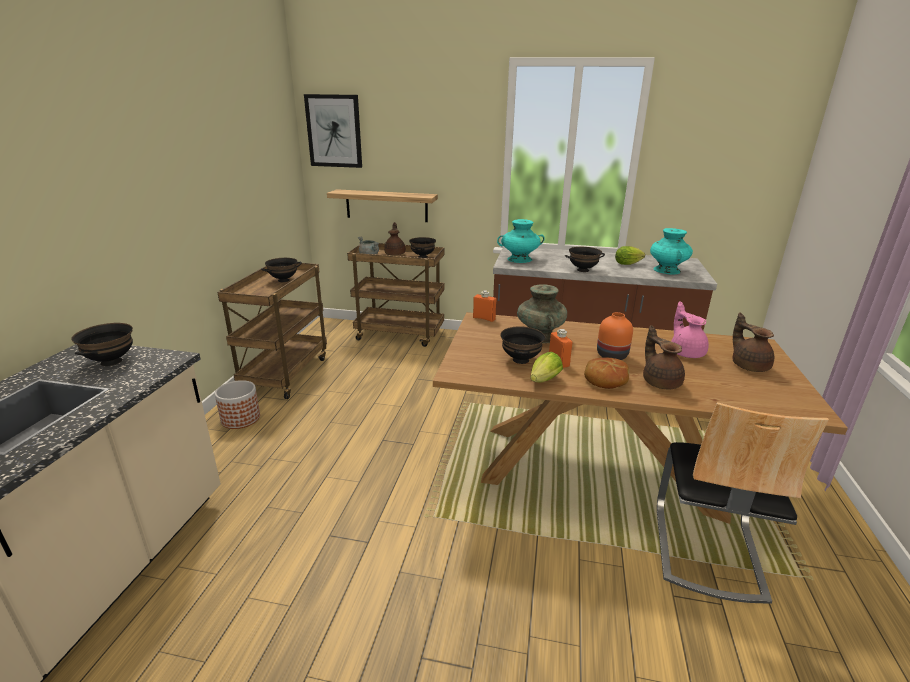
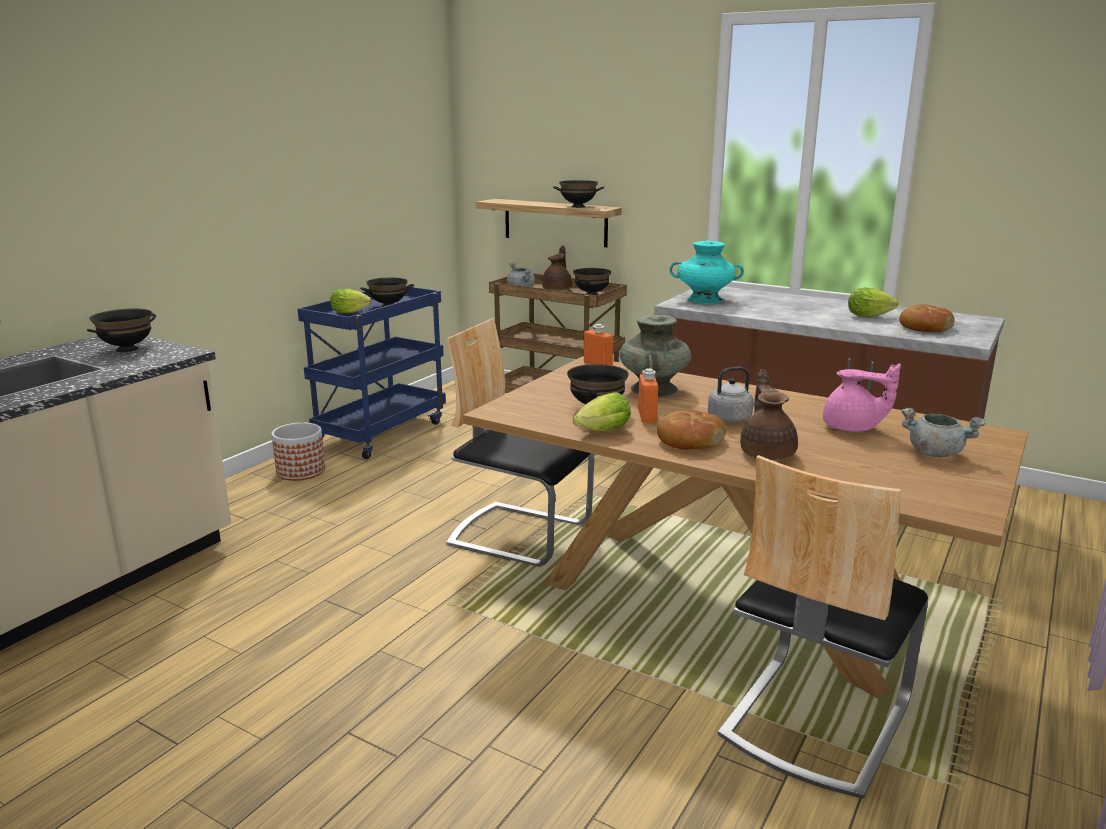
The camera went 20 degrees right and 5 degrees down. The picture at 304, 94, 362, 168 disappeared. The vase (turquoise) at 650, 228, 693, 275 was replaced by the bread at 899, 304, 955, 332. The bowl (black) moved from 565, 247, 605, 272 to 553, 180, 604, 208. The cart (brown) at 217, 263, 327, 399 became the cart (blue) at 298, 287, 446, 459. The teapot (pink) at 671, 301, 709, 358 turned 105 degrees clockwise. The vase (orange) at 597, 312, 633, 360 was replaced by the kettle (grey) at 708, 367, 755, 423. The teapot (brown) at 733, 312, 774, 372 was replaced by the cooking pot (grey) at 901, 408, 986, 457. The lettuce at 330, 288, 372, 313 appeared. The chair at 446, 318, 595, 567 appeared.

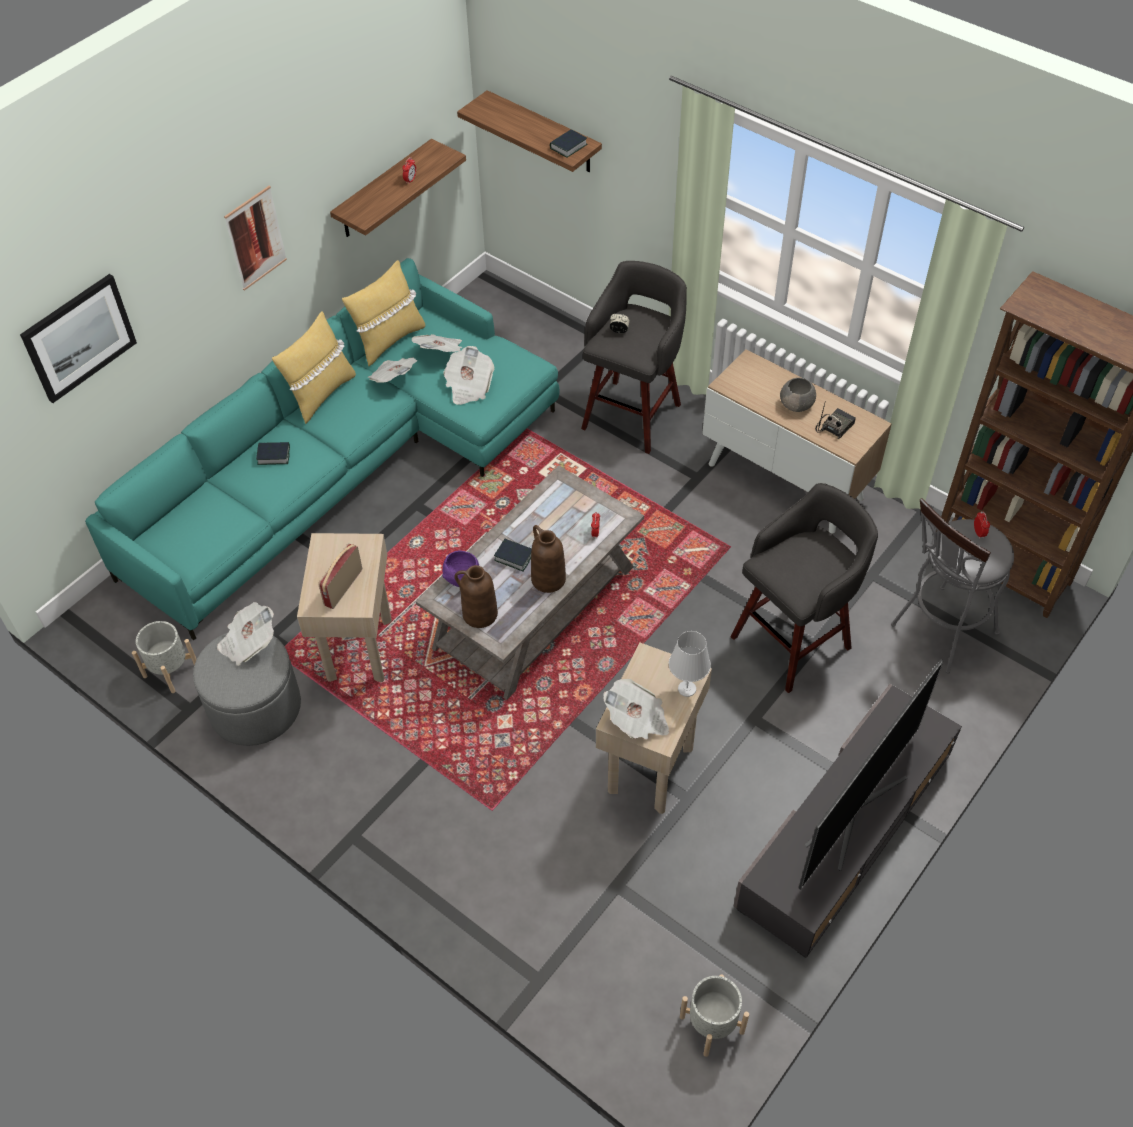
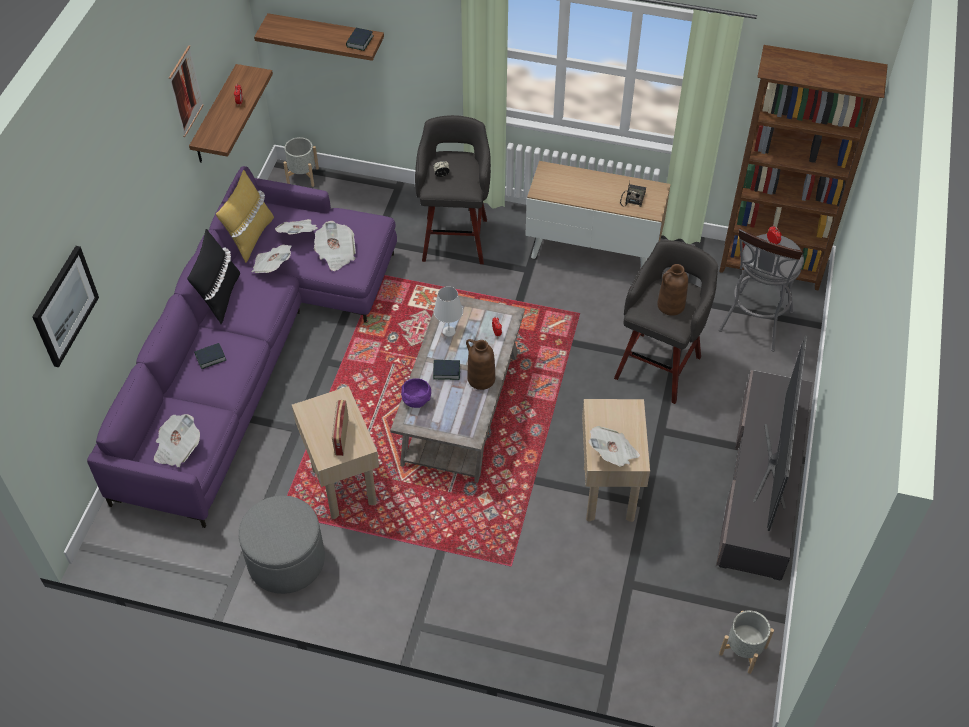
The camera went 25 degrees left and 0 degrees up. The picture moved from 224, 186, 287, 291 to 169, 45, 204, 137. The sofa (turquoise) at 85, 258, 560, 640 became the sofa (purple) at 87, 166, 397, 528. The pillow (yellow) at 272, 311, 356, 424 became the pillow (black) at 187, 229, 240, 324. The bowl (grey) at 780, 378, 816, 412 disappeared. The vase (brown) moved from 454, 565, 498, 628 to 657, 264, 688, 316. The newspaper moved from 217, 602, 274, 666 to 154, 414, 200, 467. The planter (grey) moved from 132, 621, 197, 693 to 283, 137, 319, 187. The table lamp (white) moved from 669, 631, 711, 697 to 434, 286, 463, 337.

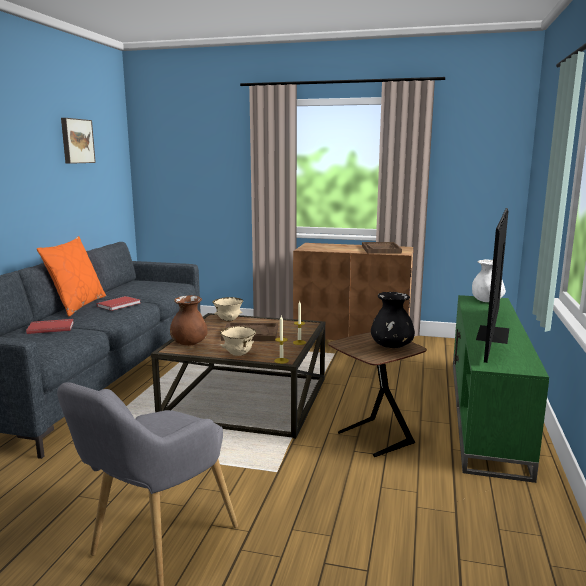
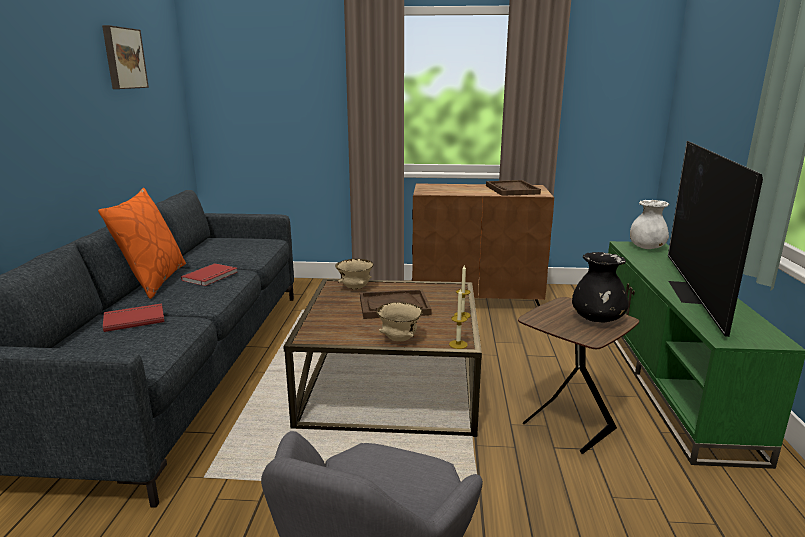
The camera went 10 degrees left and 5 degrees up. The vase (brown) at 170, 295, 208, 346 disappeared.

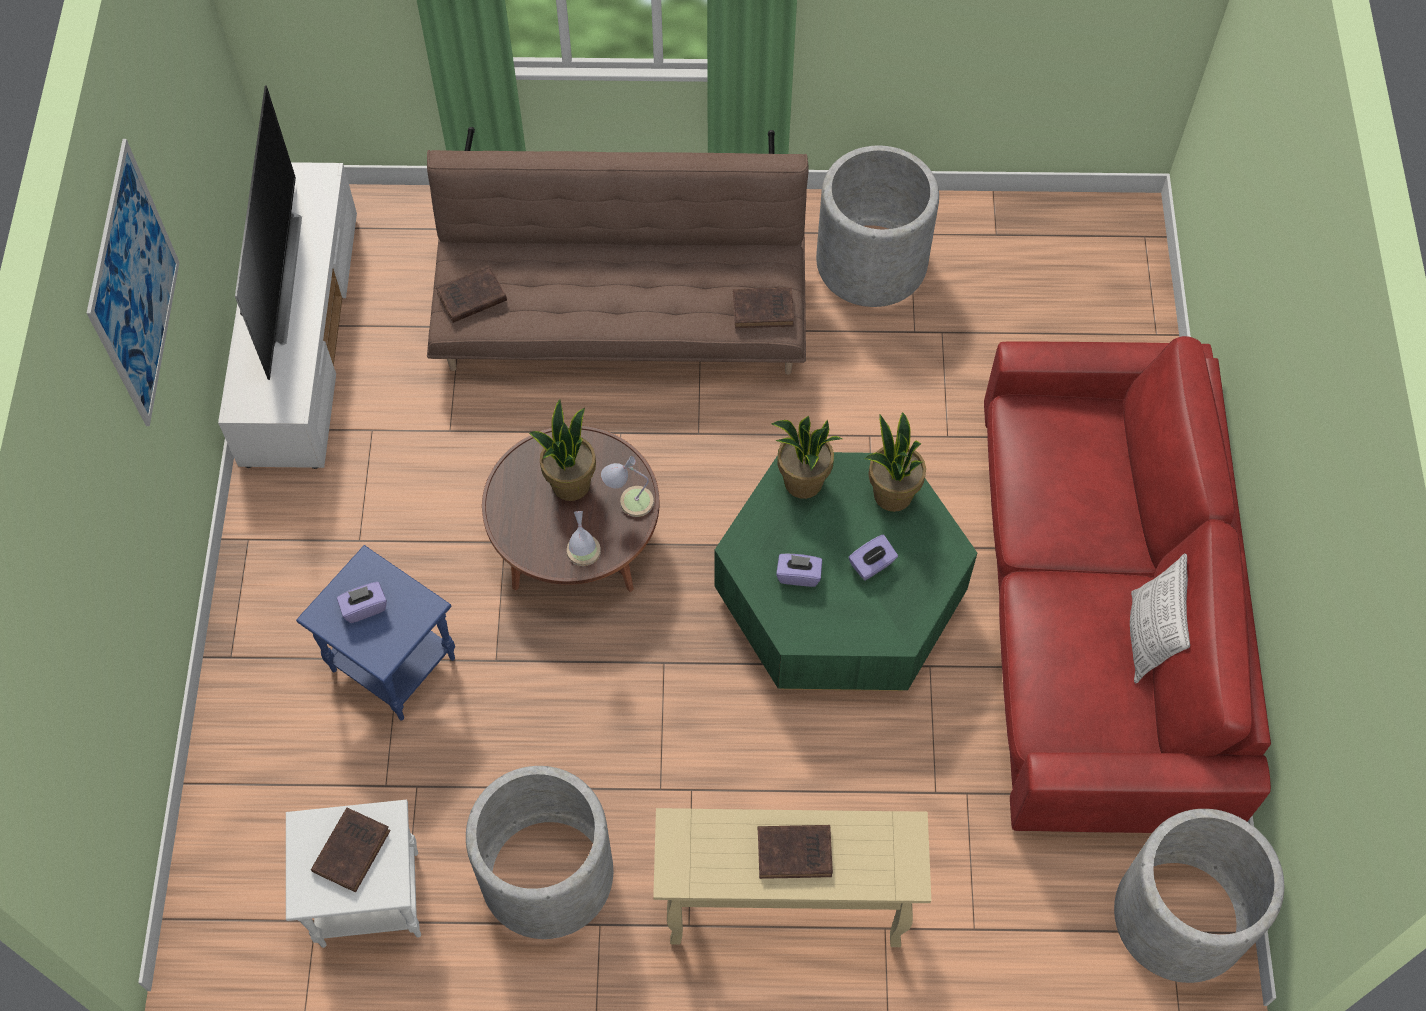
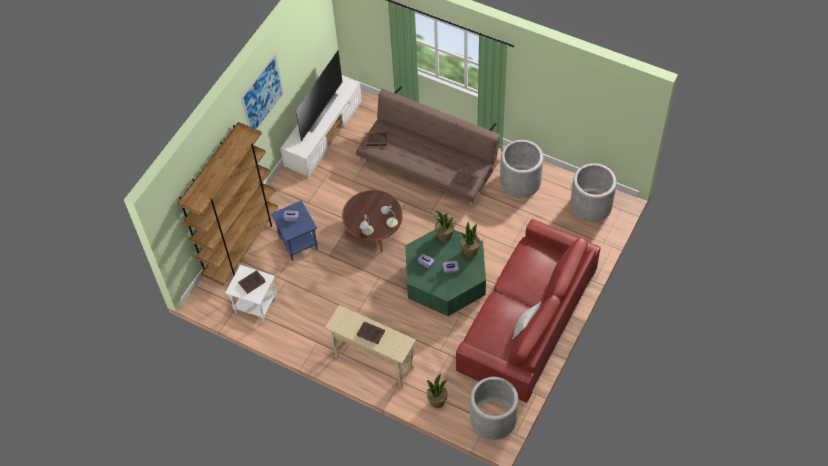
The camera went 30 degrees right and 5 degrees down. The potted plant moved from 529, 399, 596, 501 to 426, 373, 448, 408. The planter (grey) moved from 466, 766, 613, 939 to 570, 163, 617, 222. The bookcase (brown) at 177, 122, 278, 285 appeared.

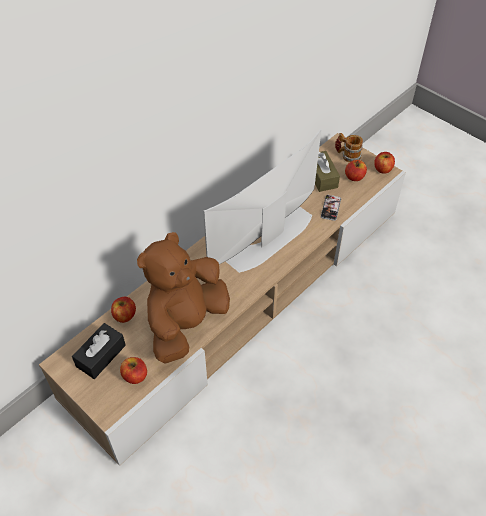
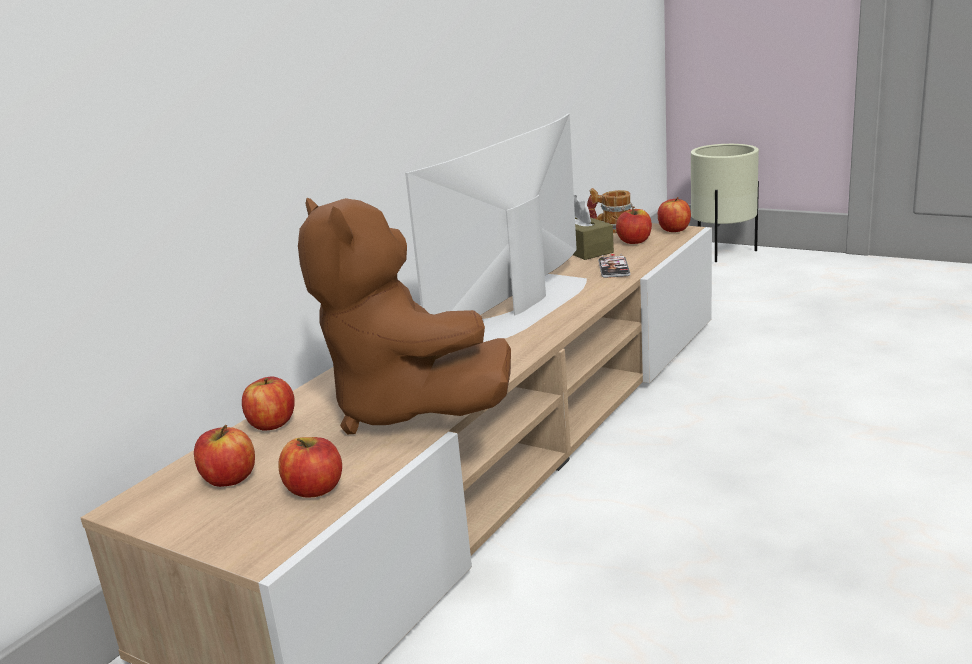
The camera went 10 degrees left and 30 degrees down. The plush toy (brown) at 137, 232, 230, 364 turned 60 degrees counterclockwise. The tissue box (black) at 72, 323, 126, 379 was replaced by the apple at 194, 425, 255, 487. The planter (beige) at 691, 144, 759, 262 appeared.

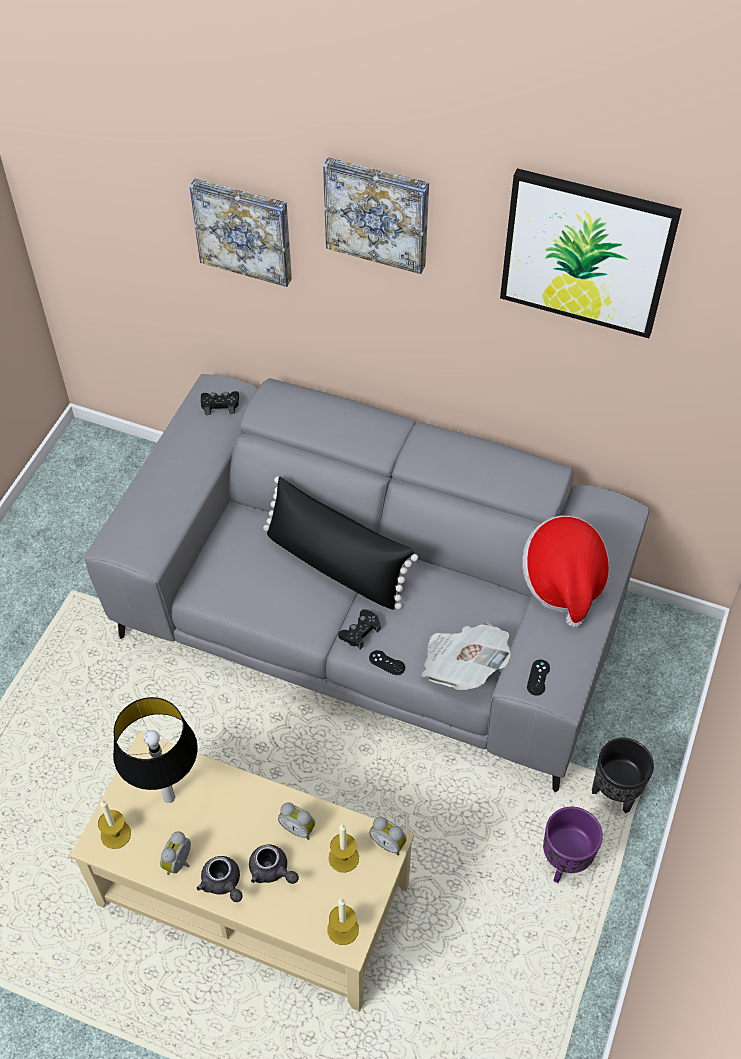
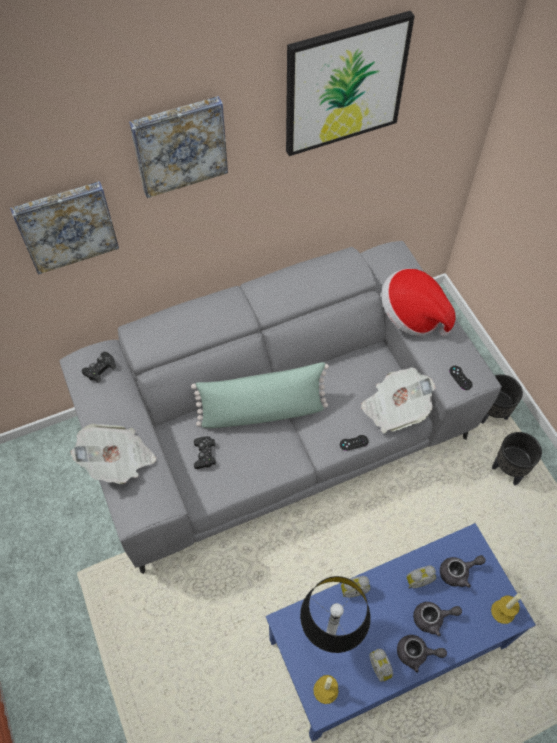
The camera went 45 degrees left and 5 degrees up. The pillow (black) at 263, 477, 418, 610 became the pillow (green) at 191, 362, 329, 428. The game controller (black) moved from 338, 609, 381, 649 to 194, 436, 216, 469. The coffee table (beige) at 70, 732, 414, 1011 became the coffee table (blue) at 266, 523, 536, 742. The planter (purple) at 543, 807, 603, 883 became the planter (black) at 492, 432, 542, 485. The alarm clock moved from 369, 817, 407, 856 to 341, 576, 370, 597. The candle at 329, 824, 359, 873 was replaced by the teapot (grey) at 440, 555, 486, 588. The newspaper at 71, 424, 156, 485 appeared.

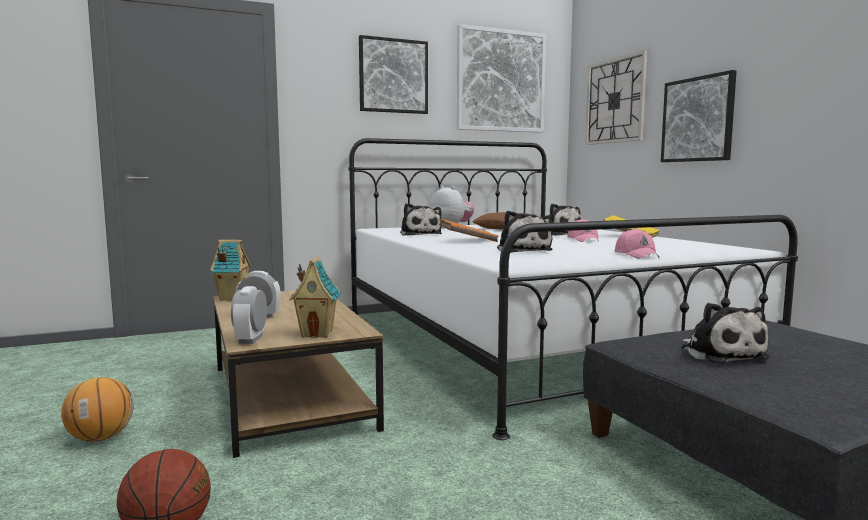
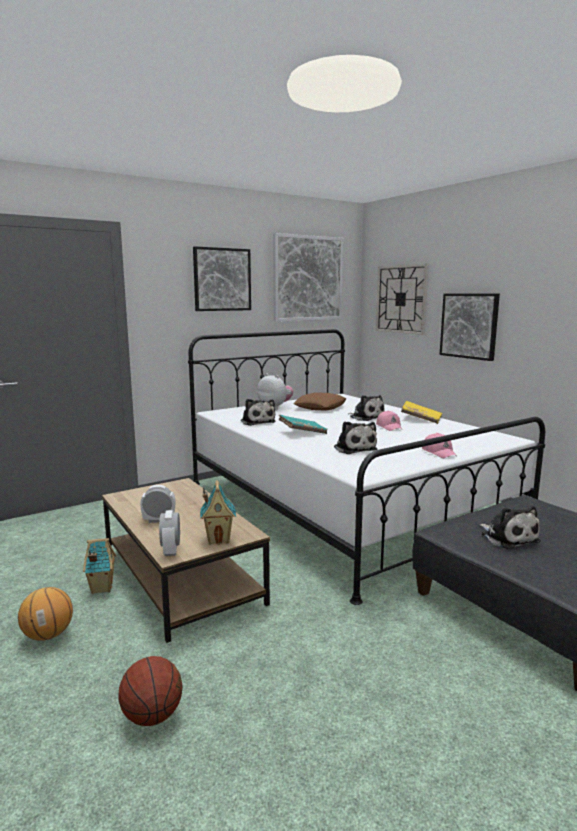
The camera went 10 degrees left and 5 degrees up. The book (orange) at 439, 219, 498, 242 became the book (turquoise) at 278, 415, 327, 434. The toy house moved from 210, 240, 251, 301 to 83, 538, 116, 594.

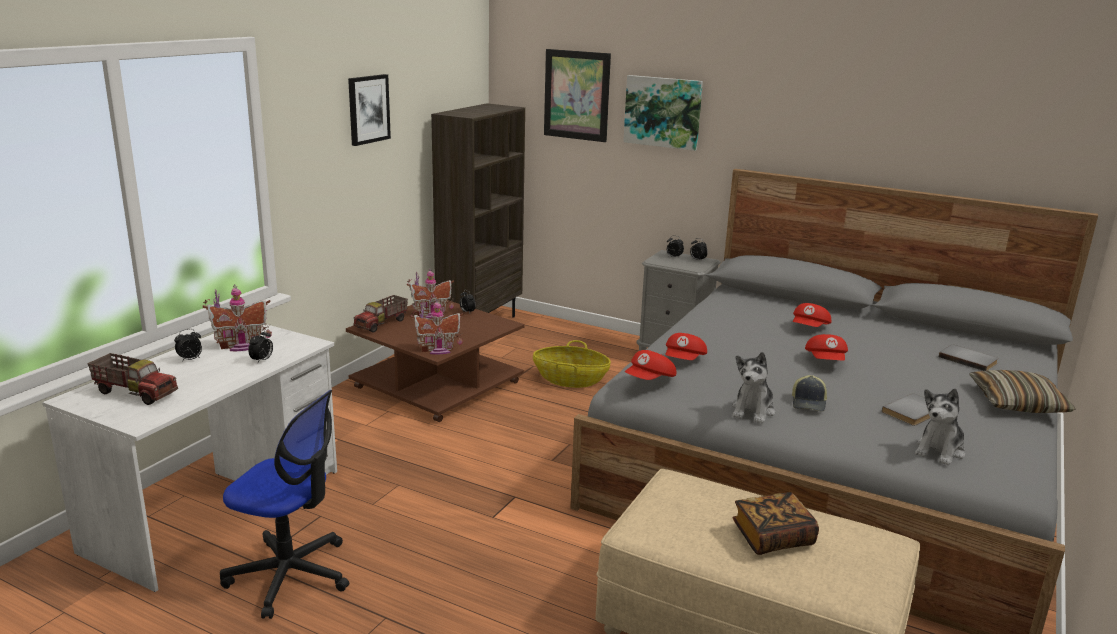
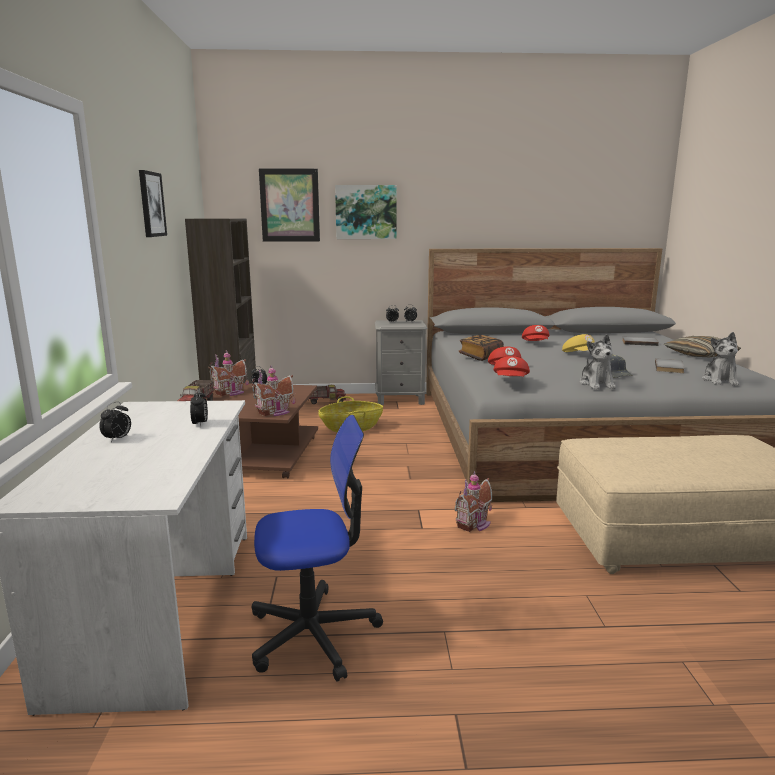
The camera went 30 degrees left and 5 degrees down. The toy house moved from 203, 285, 272, 351 to 455, 471, 492, 532. The cap (red) at 805, 334, 848, 361 became the cap (yellow) at 562, 334, 595, 352. The toy truck moved from 87, 353, 178, 405 to 308, 385, 346, 404. The book moved from 732, 492, 819, 555 to 459, 335, 504, 361.

